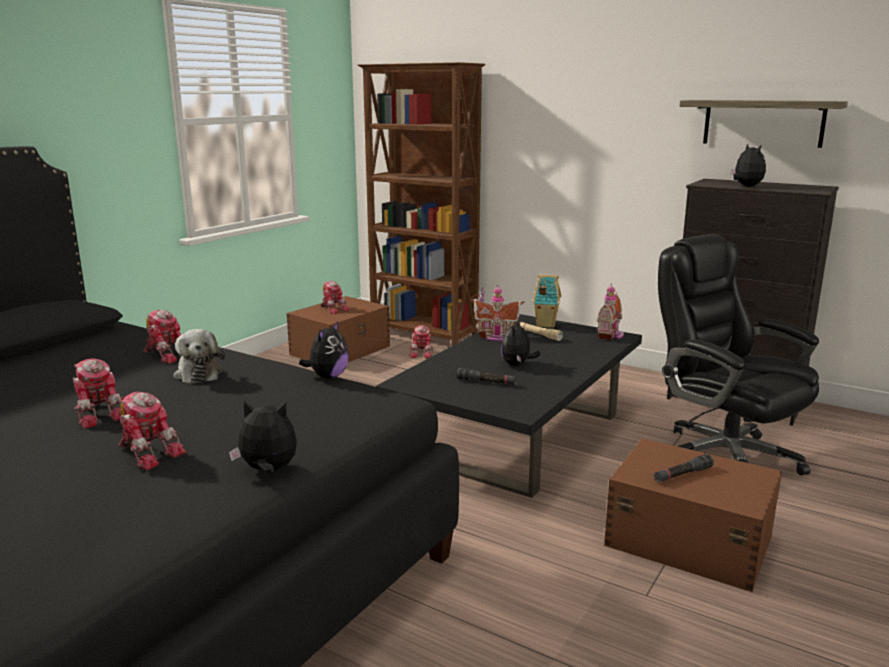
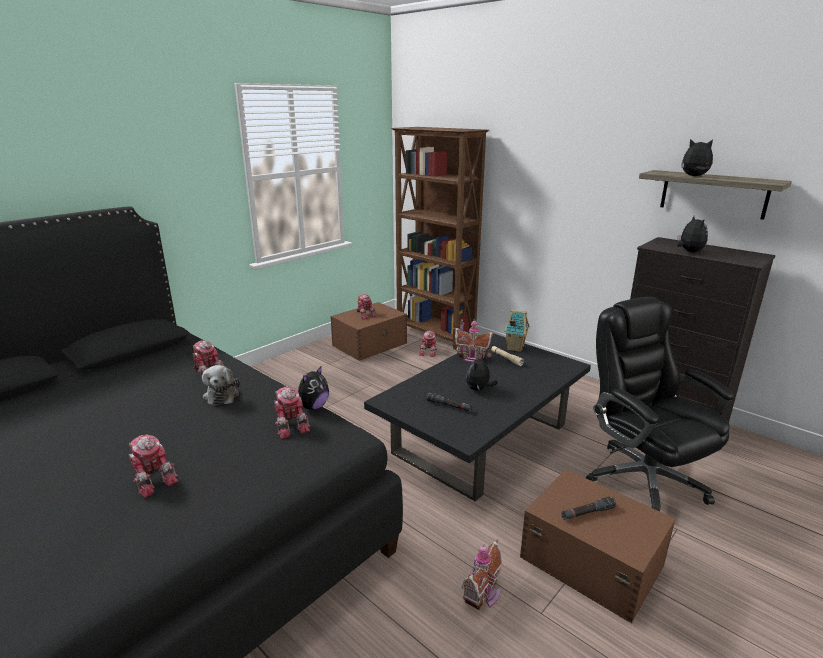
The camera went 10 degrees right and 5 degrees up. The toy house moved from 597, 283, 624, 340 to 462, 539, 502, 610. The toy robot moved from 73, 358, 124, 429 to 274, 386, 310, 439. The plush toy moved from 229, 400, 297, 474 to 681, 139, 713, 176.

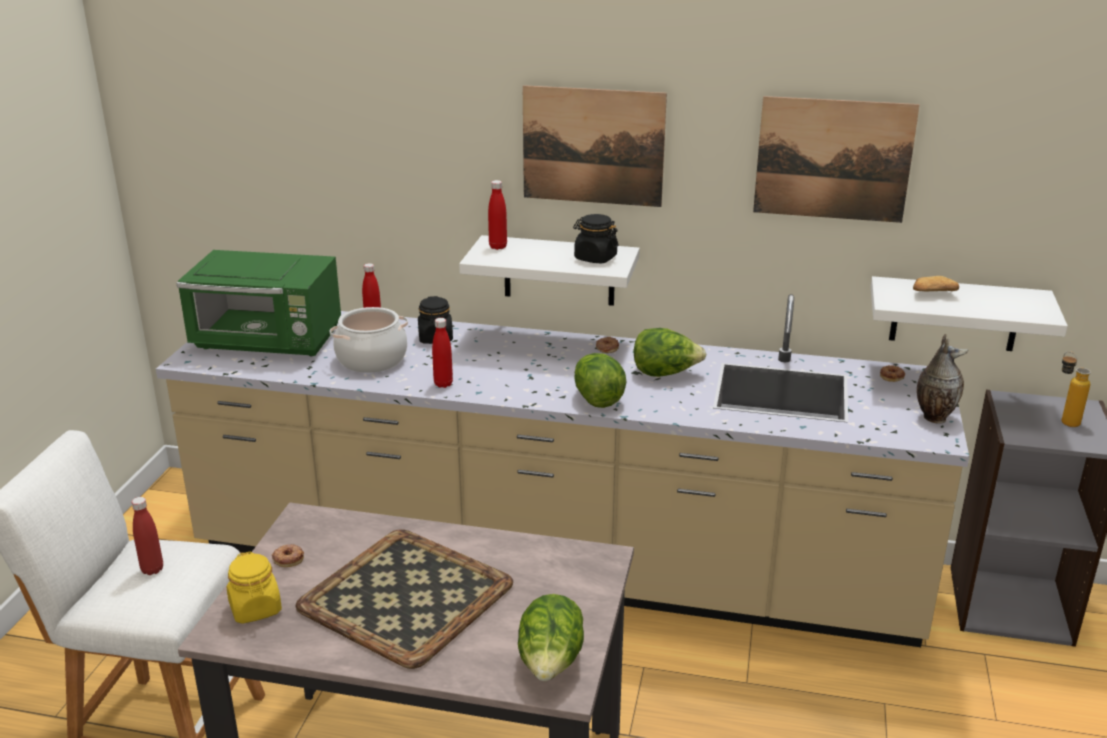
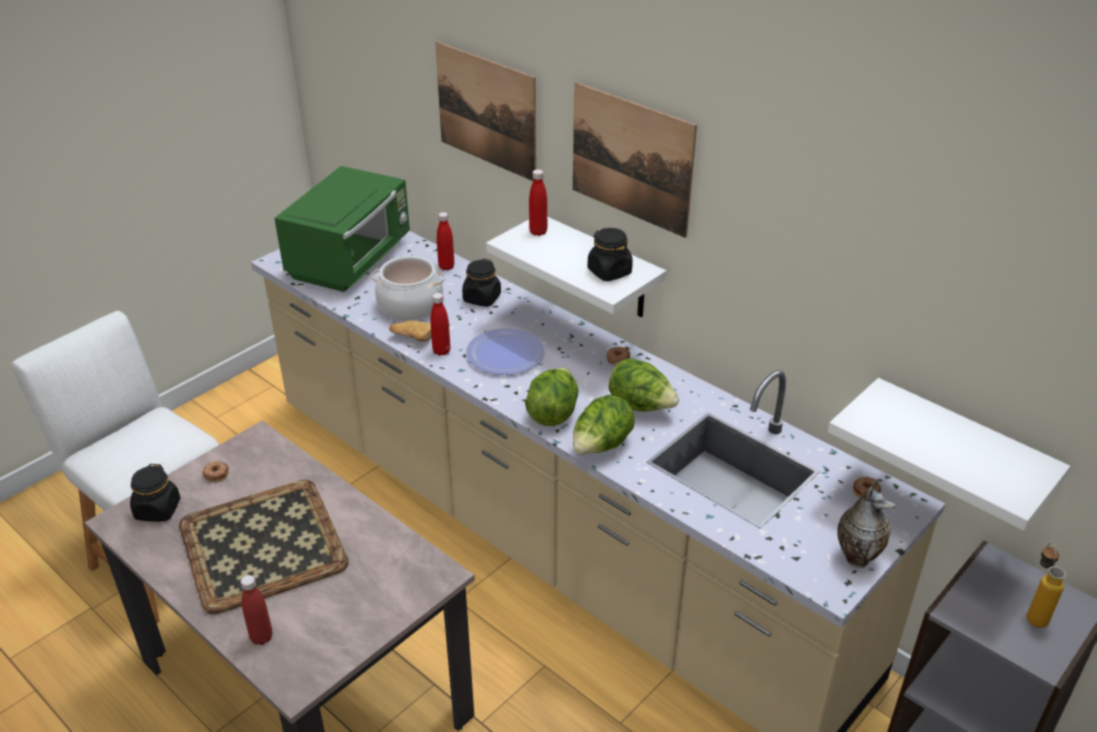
The camera went 30 degrees right and 10 degrees up. The picture moved from 753, 96, 920, 223 to 435, 42, 536, 181. The microwave (green) at 176, 250, 341, 356 turned 105 degrees counterclockwise. The bread moved from 913, 276, 959, 291 to 389, 320, 431, 342. The bottle (red) moved from 131, 497, 163, 575 to 240, 575, 272, 645. The jar (yellow) at 227, 551, 282, 624 became the jar (black) at 130, 464, 180, 522. The lettuce moved from 518, 594, 584, 681 to 573, 395, 635, 454. The plate at 466, 328, 545, 375 appeared.

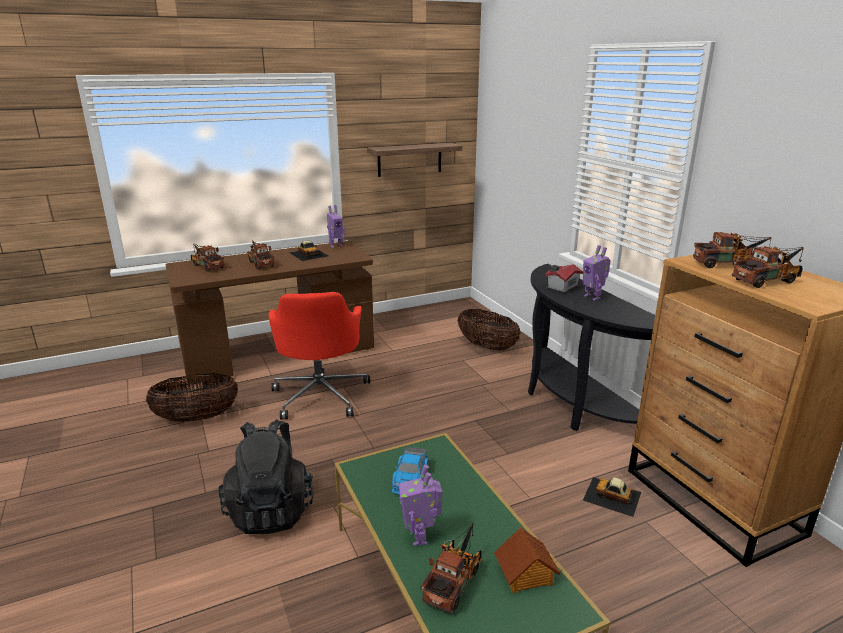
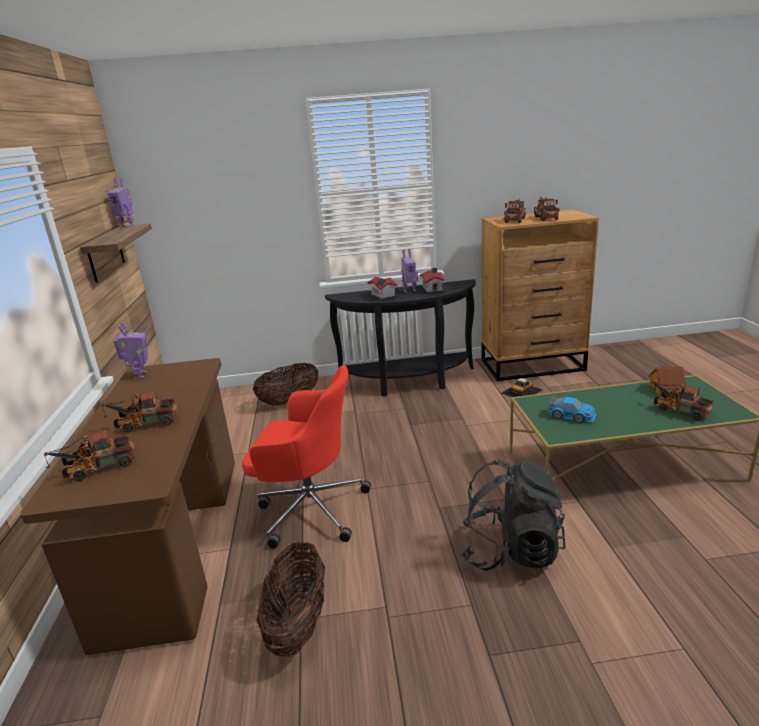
The camera went 70 degrees left and 0 degrees up. The toy car at 289, 241, 328, 261 disappeared. The toy robot moved from 398, 465, 443, 546 to 107, 178, 134, 227. The toy house at 420, 268, 445, 294 appeared.

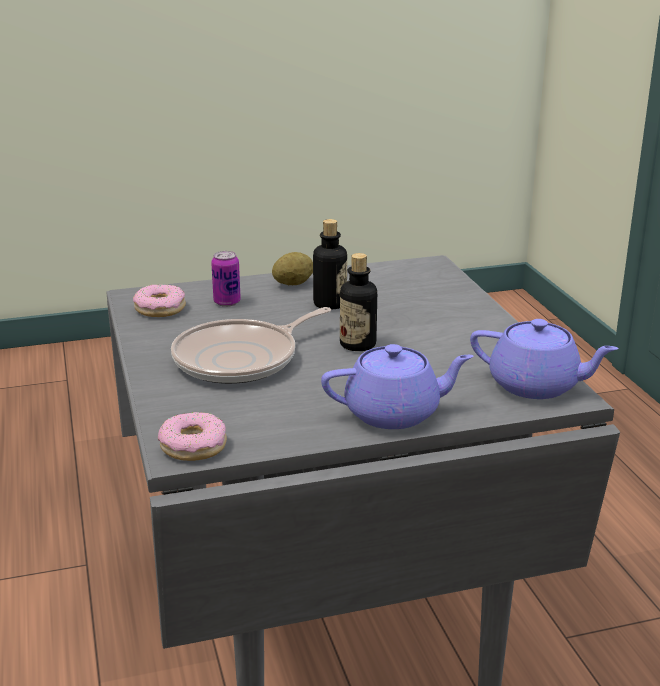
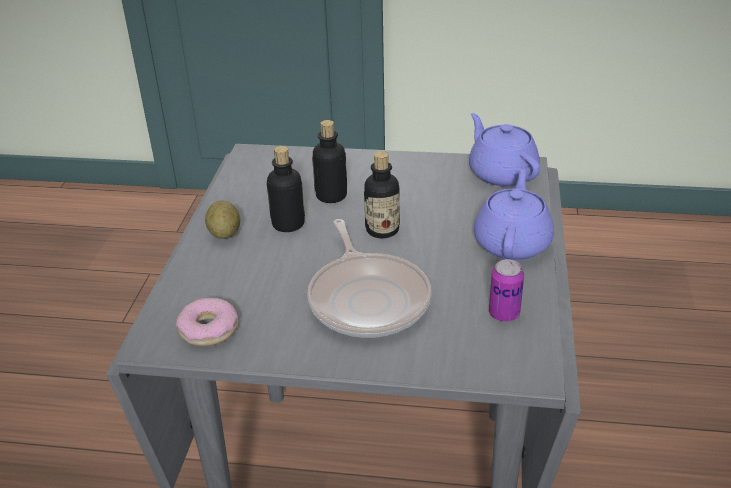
The camera went 65 degrees left and 10 degrees up. The can moved from 211, 251, 241, 307 to 489, 259, 524, 322. The teapot (purple) at 470, 319, 619, 399 turned 75 degrees counterclockwise. The donut at 158, 412, 227, 461 disappeared. The bottle at 312, 120, 347, 203 appeared.

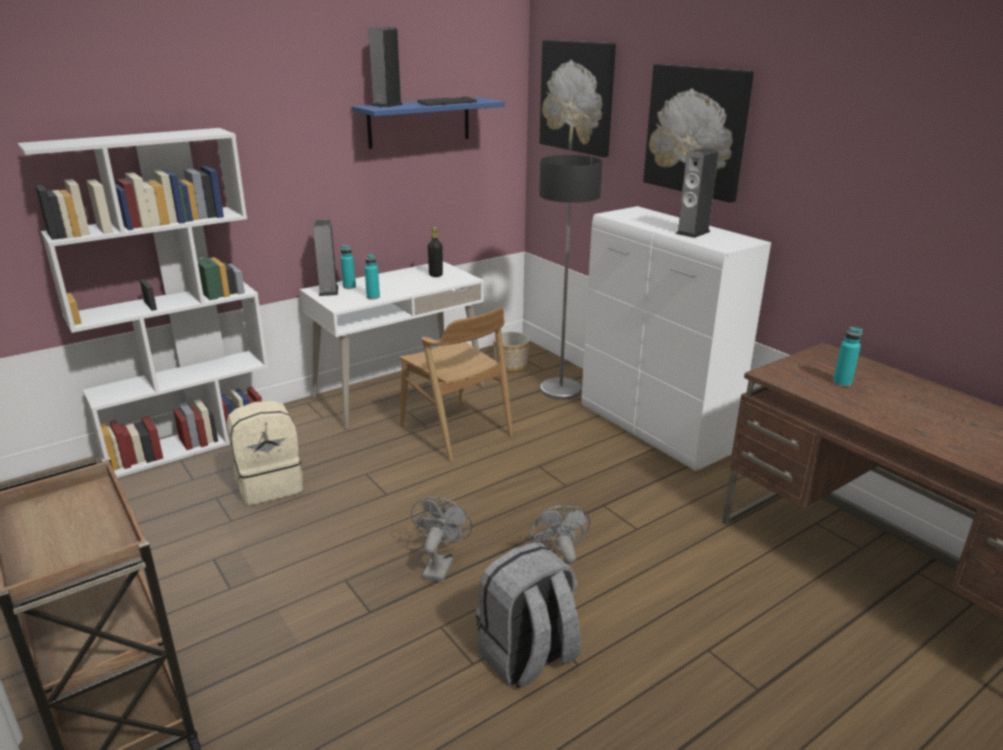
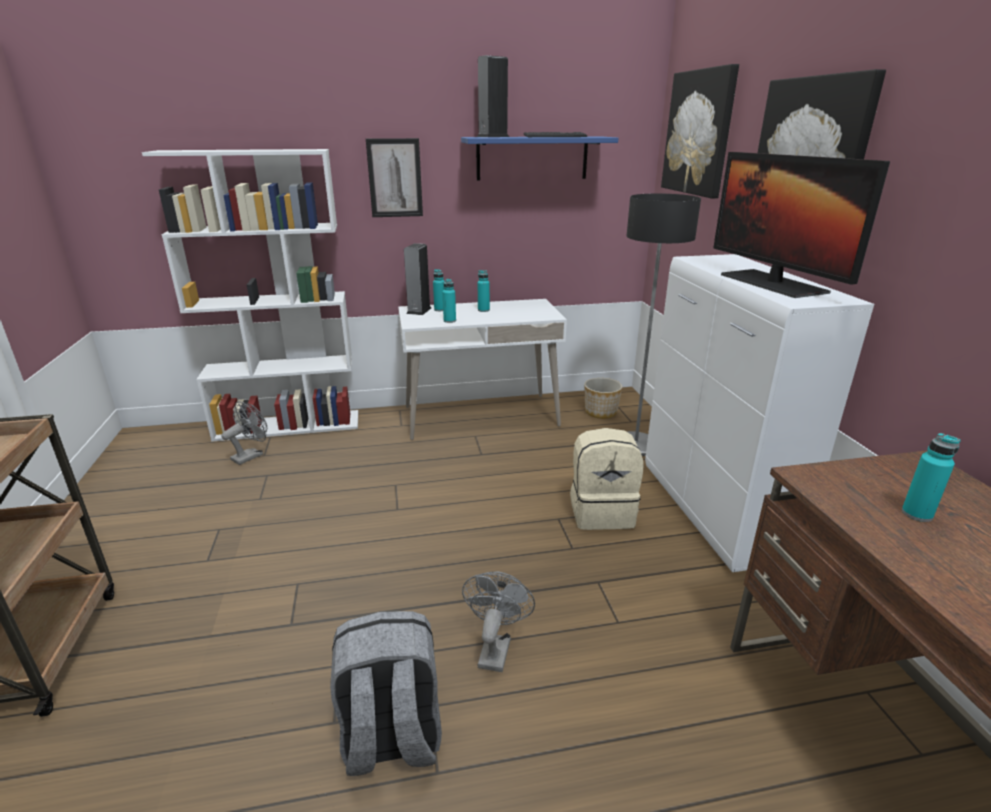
The camera went 25 degrees right and 0 degrees up. The speaker at 676, 148, 718, 238 was replaced by the monitor at 713, 152, 890, 298. The bottle (black) at 428, 227, 443, 277 disappeared. The chair (brown) at 399, 308, 513, 461 disappeared. The backpack (beige) moved from 226, 401, 303, 505 to 570, 428, 644, 530. The fan (grey) moved from 411, 497, 472, 582 to 221, 401, 267, 465. The picture at 366, 138, 423, 217 appeared. The bottle (turquoise) at 478, 270, 490, 312 appeared.

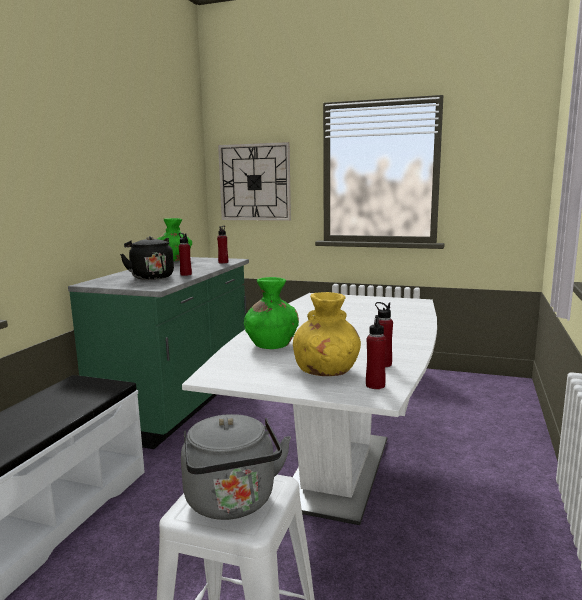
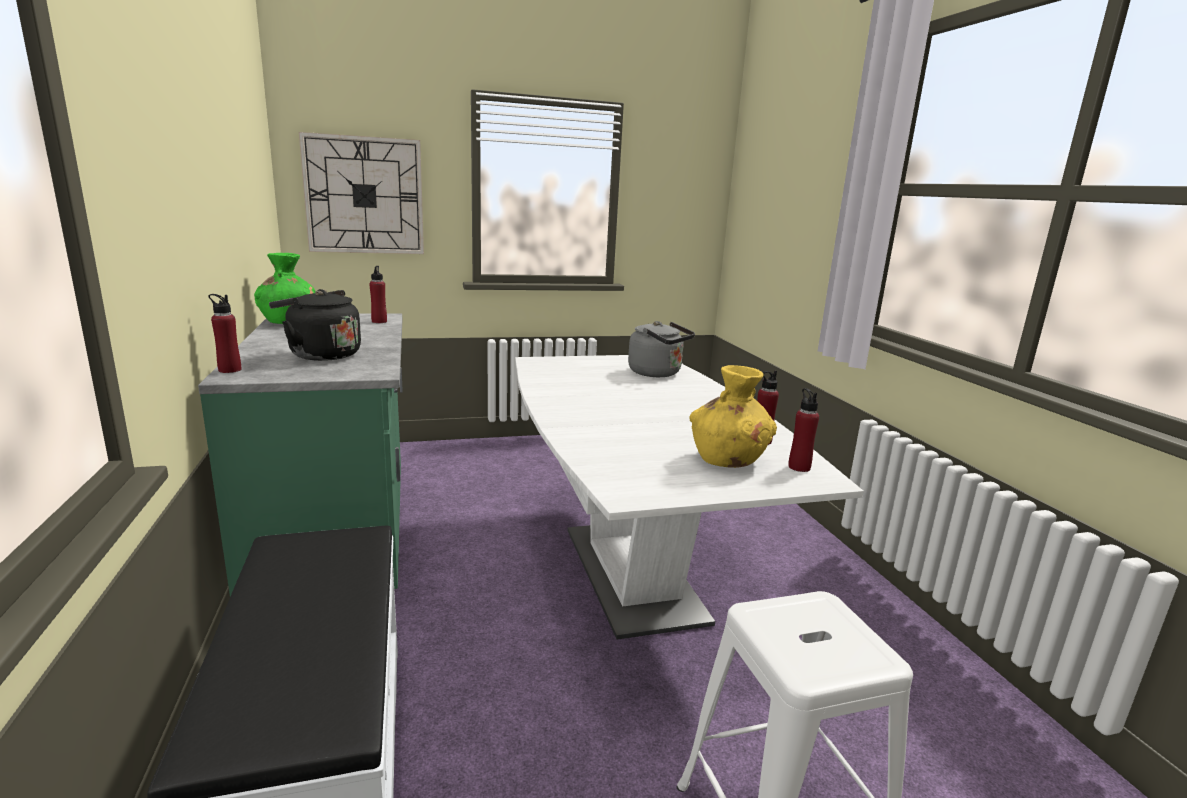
The camera went 35 degrees left and 5 degrees up. The bottle (red) moved from 179, 233, 192, 276 to 208, 294, 241, 373. The vase (green) at 244, 277, 299, 349 disappeared. The kettle (grey) moved from 181, 414, 291, 520 to 628, 321, 695, 377.

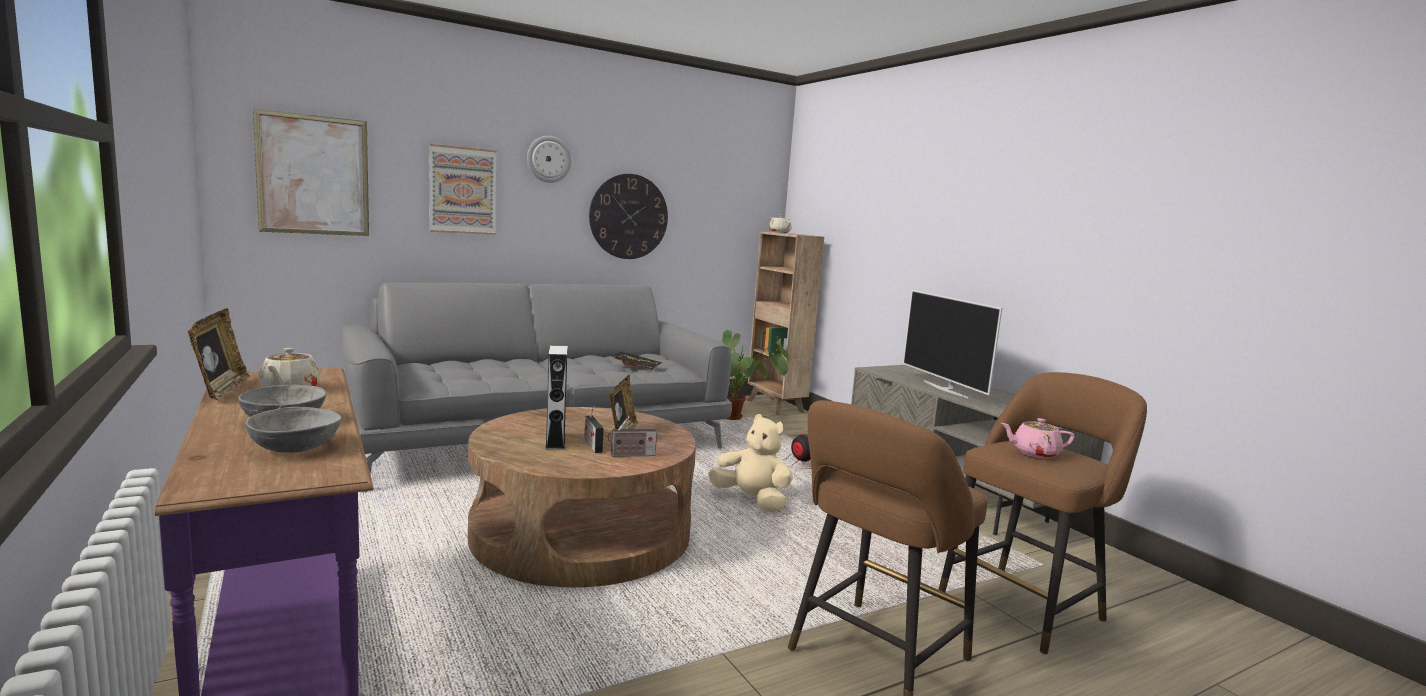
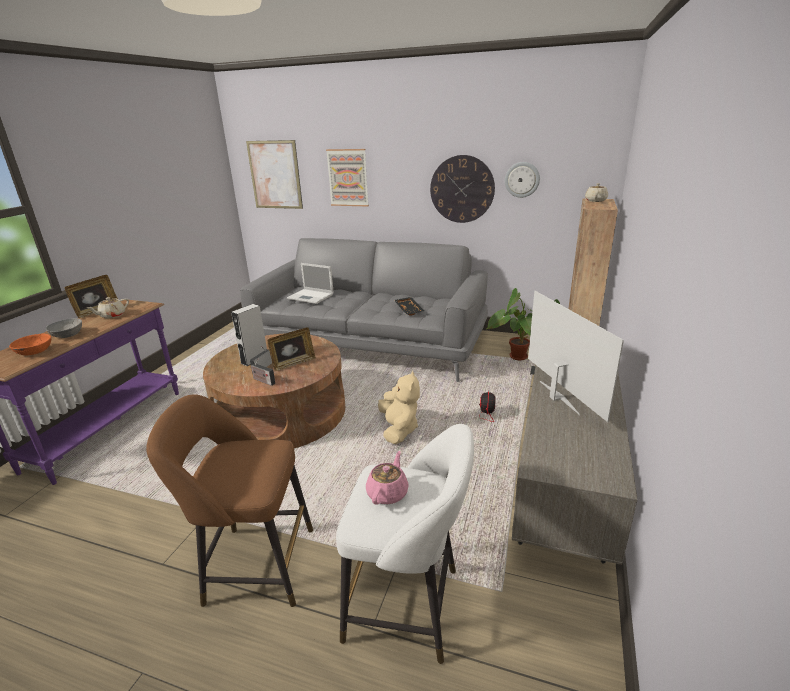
The camera went 50 degrees right and 15 degrees up. The wall clock moved from 527, 136, 572, 183 to 505, 162, 540, 198. The television at 903, 290, 1002, 398 turned 135 degrees clockwise. The stool (brown) at 938, 372, 1147, 655 became the stool (white) at 336, 424, 474, 664. The bowl (grey) at 245, 407, 342, 453 became the bowl (orange) at 9, 334, 51, 356. The teapot (pink) at 1001, 418, 1075, 458 turned 60 degrees clockwise. The laptop at 287, 263, 334, 304 appeared.

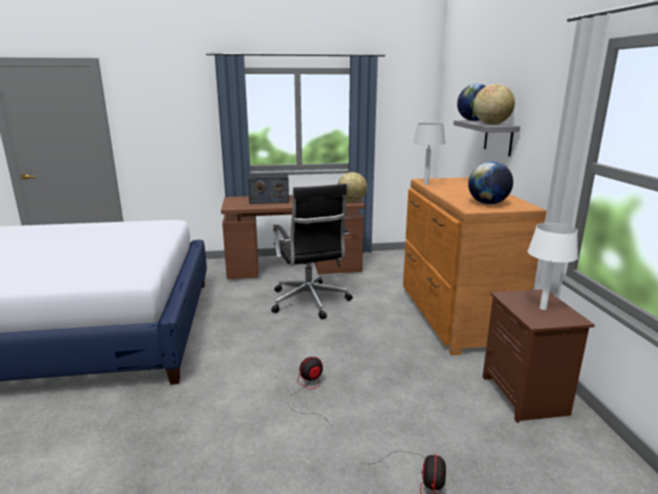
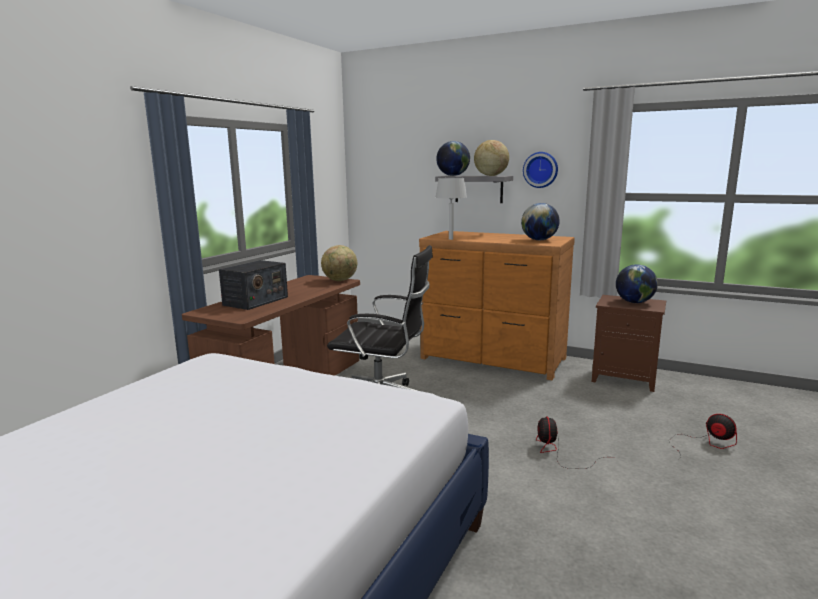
The camera went 55 degrees left and 5 degrees down. The table lamp (white) at 528, 223, 578, 310 was replaced by the globe at 616, 264, 658, 303. The wall clock at 523, 152, 558, 188 appeared.

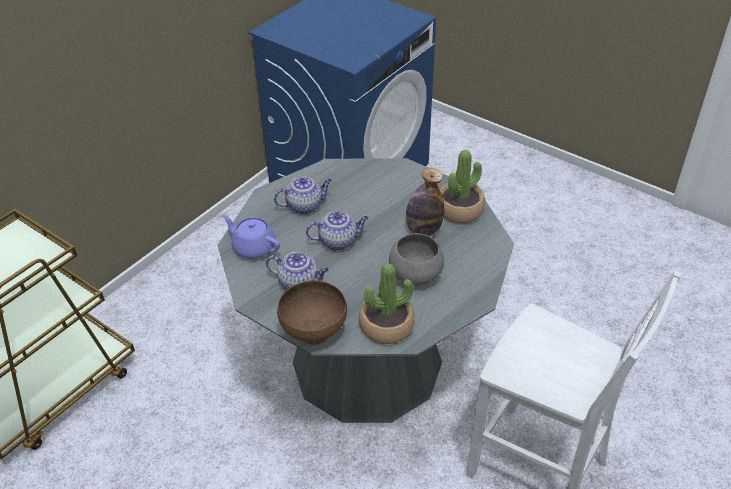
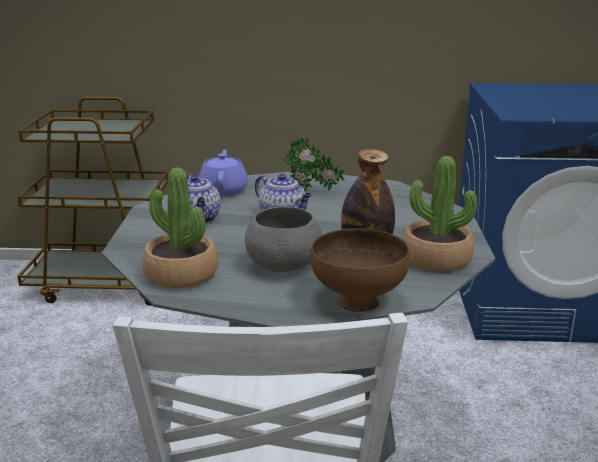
The camera went 55 degrees right and 20 degrees down. The teapot at 274, 176, 332, 214 was replaced by the potted plant at 284, 136, 345, 191. The bowl (brown) moved from 277, 281, 347, 345 to 310, 229, 410, 312.

